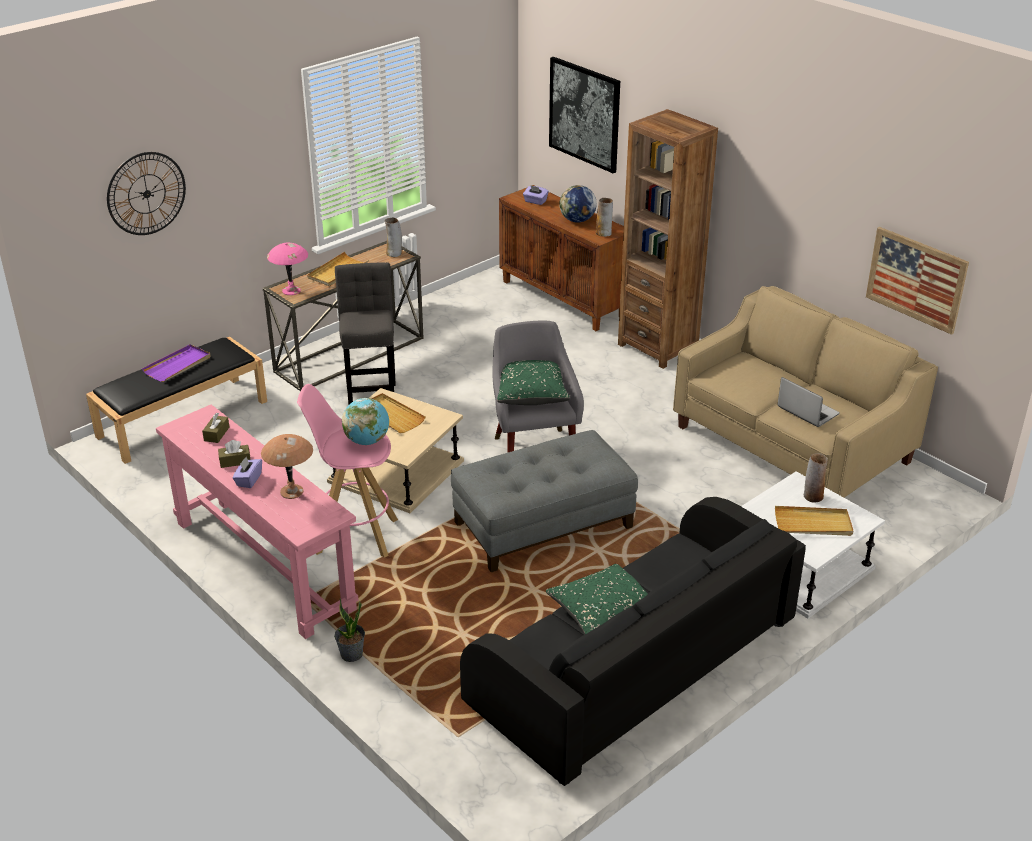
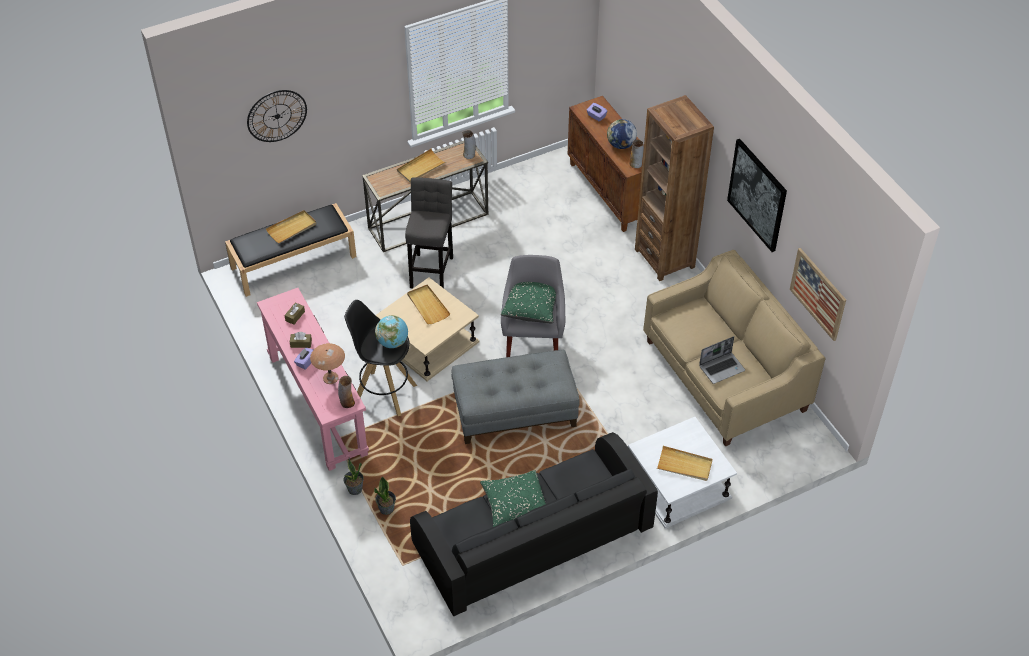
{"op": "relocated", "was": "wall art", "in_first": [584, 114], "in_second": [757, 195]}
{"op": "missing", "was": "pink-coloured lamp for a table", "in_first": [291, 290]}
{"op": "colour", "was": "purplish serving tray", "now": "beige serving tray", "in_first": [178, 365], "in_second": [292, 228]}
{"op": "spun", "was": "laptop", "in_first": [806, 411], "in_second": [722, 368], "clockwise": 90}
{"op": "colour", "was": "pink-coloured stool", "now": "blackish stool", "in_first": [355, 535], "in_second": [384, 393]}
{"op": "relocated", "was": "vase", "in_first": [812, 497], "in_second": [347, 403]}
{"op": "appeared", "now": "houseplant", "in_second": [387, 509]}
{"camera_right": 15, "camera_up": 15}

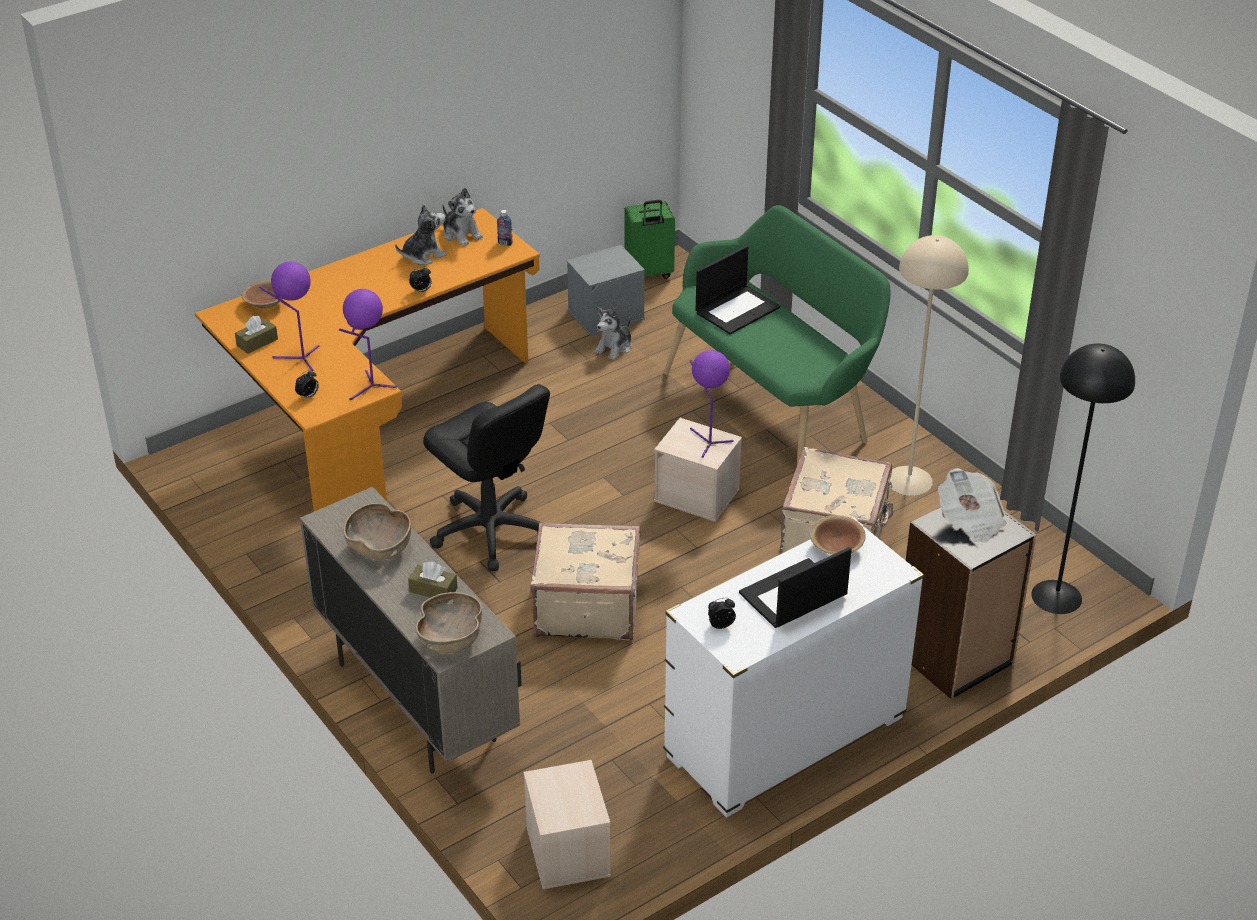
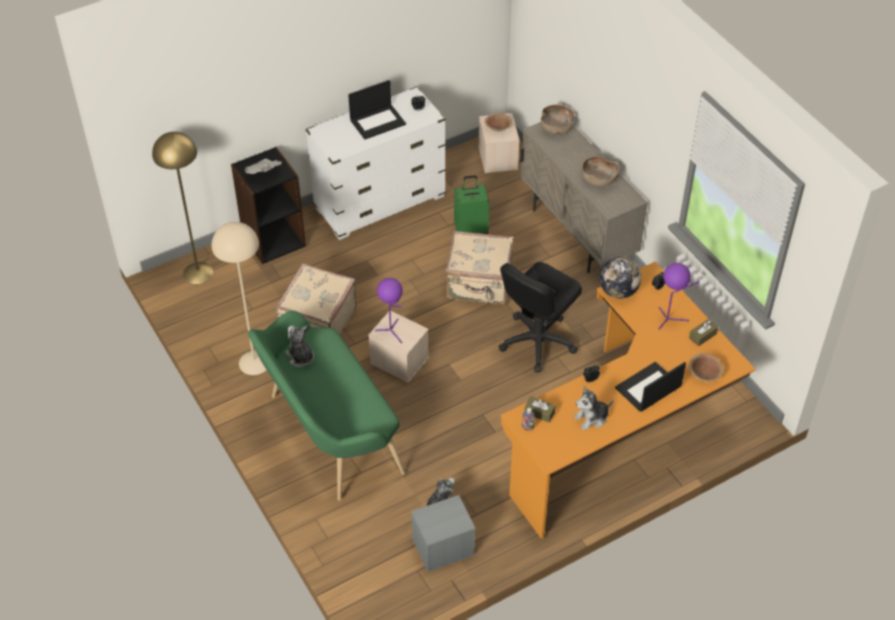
{"op": "relocated", "was": "plush toy", "in_first": [461, 234], "in_second": [300, 357]}
{"op": "relocated", "was": "green travel case", "in_first": [648, 274], "in_second": [471, 229]}
{"op": "relocated", "was": "laptop", "in_first": [737, 309], "in_second": [648, 388]}
{"op": "exchanged", "was": "purplish lamp for a table", "now": "globe", "in_first": [369, 387], "in_second": [618, 291]}
{"op": "colour", "was": "blackish standard lamp", "now": "yellow-coloured standard lamp", "in_first": [1056, 596], "in_second": [198, 273]}
{"op": "spun", "was": "blackish computer chair", "in_first": [490, 531], "in_second": [537, 341], "clockwise": -105}
{"op": "relocated", "was": "brown-coloured serving bowl", "in_first": [836, 546], "in_second": [498, 127]}
{"op": "relocated", "was": "brown-coloured tissue holder", "in_first": [433, 590], "in_second": [539, 412]}
{"camera_right": -175, "camera_up": 10}

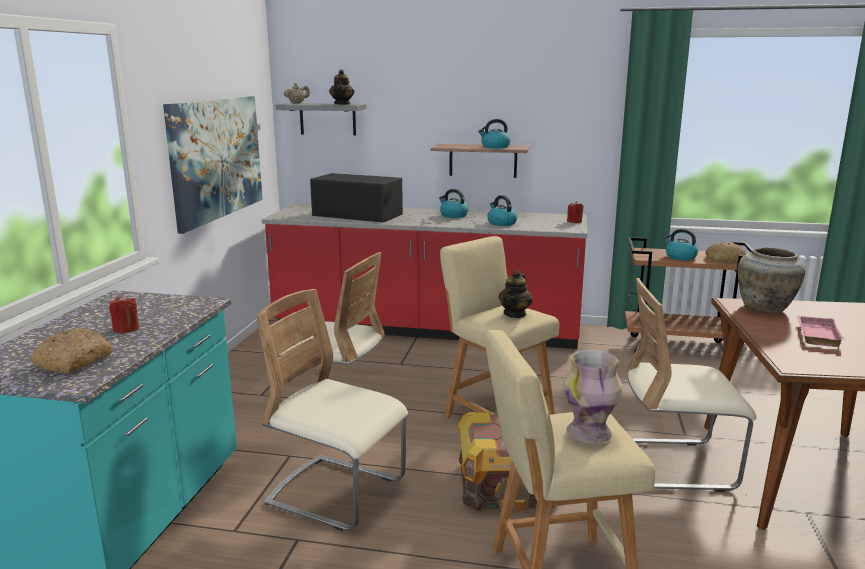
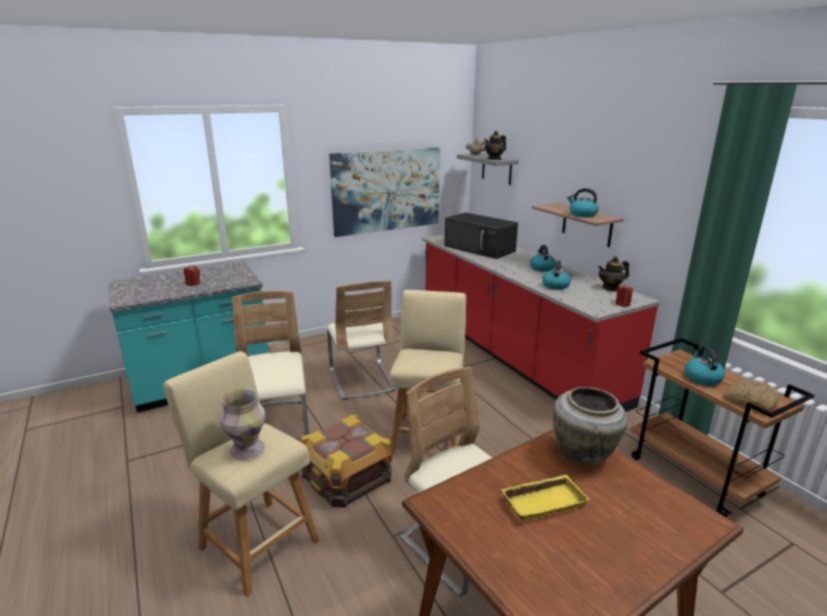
{"op": "spun", "was": "blackish microwave", "in_first": [356, 215], "in_second": [480, 249], "clockwise": 150}
{"op": "relocated", "was": "teapot", "in_first": [515, 314], "in_second": [611, 288]}
{"op": "colour", "was": "pink-coloured serving tray", "now": "yellow-coloured serving tray", "in_first": [815, 335], "in_second": [543, 500]}
{"op": "missing", "was": "bread", "in_first": [74, 361]}
{"camera_right": 50, "camera_up": 5}

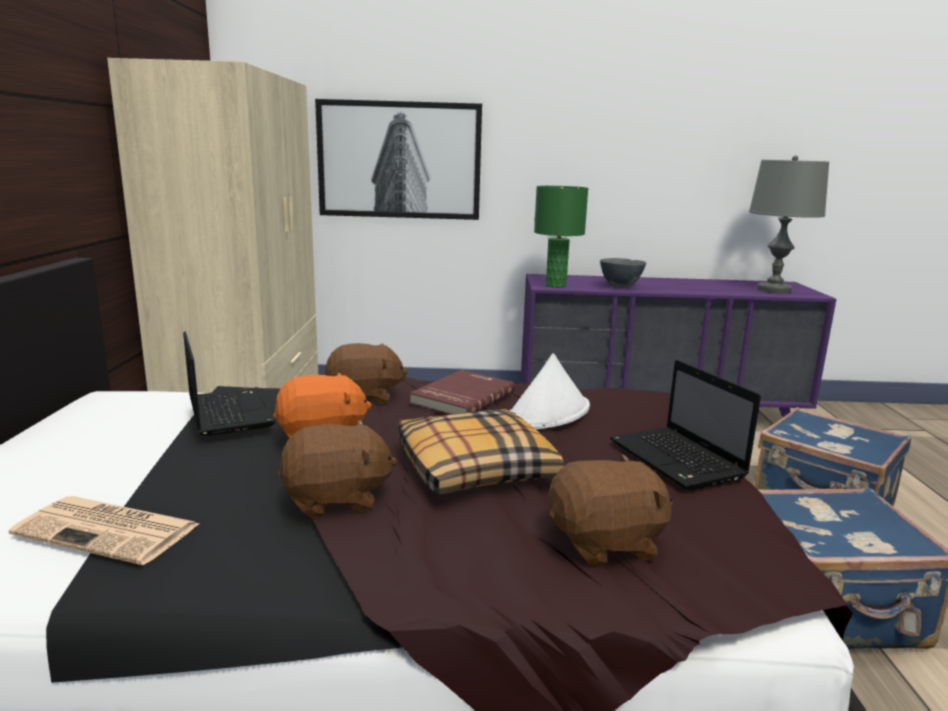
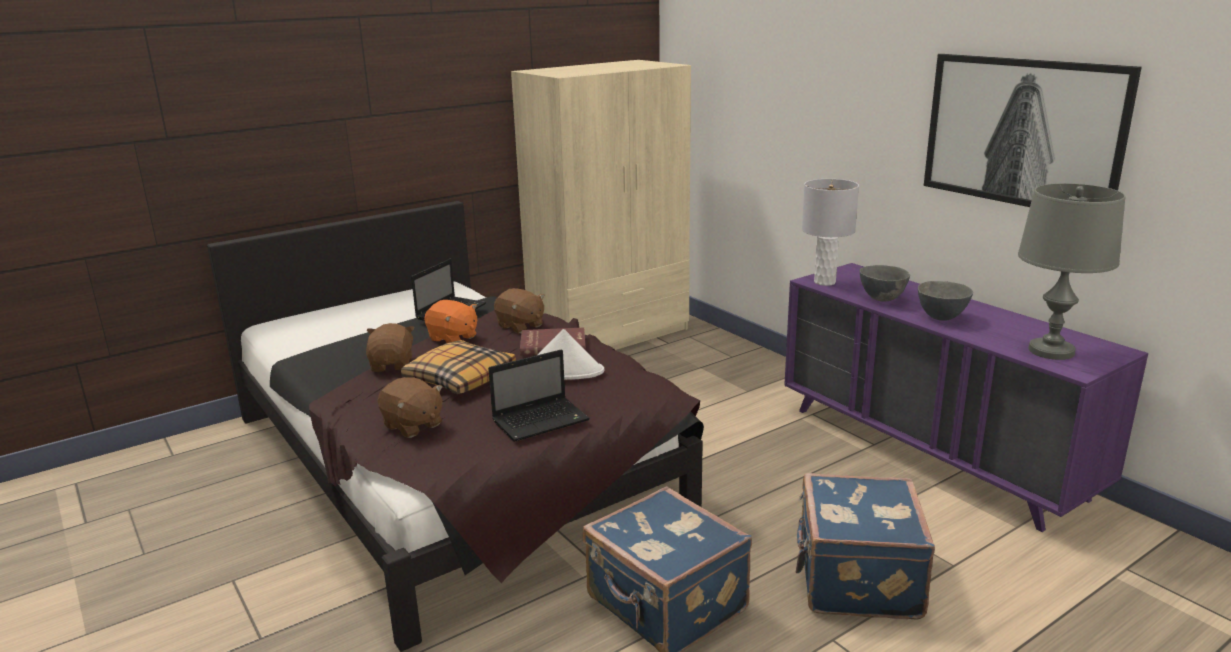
{"op": "relocated", "was": "wall art", "in_first": [399, 160], "in_second": [1021, 132]}
{"op": "colour", "was": "green lamp for a table", "now": "grey lamp for a table", "in_first": [555, 285], "in_second": [824, 282]}
{"op": "spun", "was": "laptop", "in_first": [678, 460], "in_second": [542, 420], "clockwise": -150}
{"op": "spun", "was": "brown-coloured plush toy", "in_first": [336, 499], "in_second": [392, 365], "clockwise": -135}
{"op": "missing", "was": "printed paper", "in_first": [110, 530]}
{"op": "appeared", "now": "grey serving bowl", "in_second": [941, 318]}
{"camera_right": 55, "camera_up": 5}

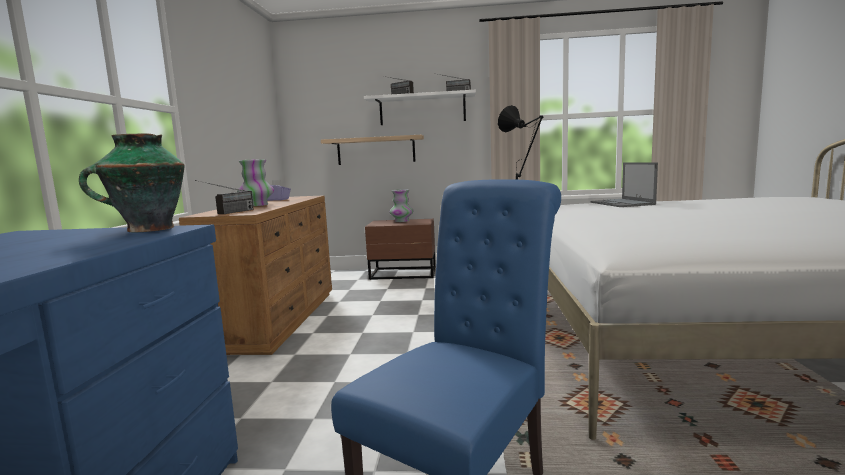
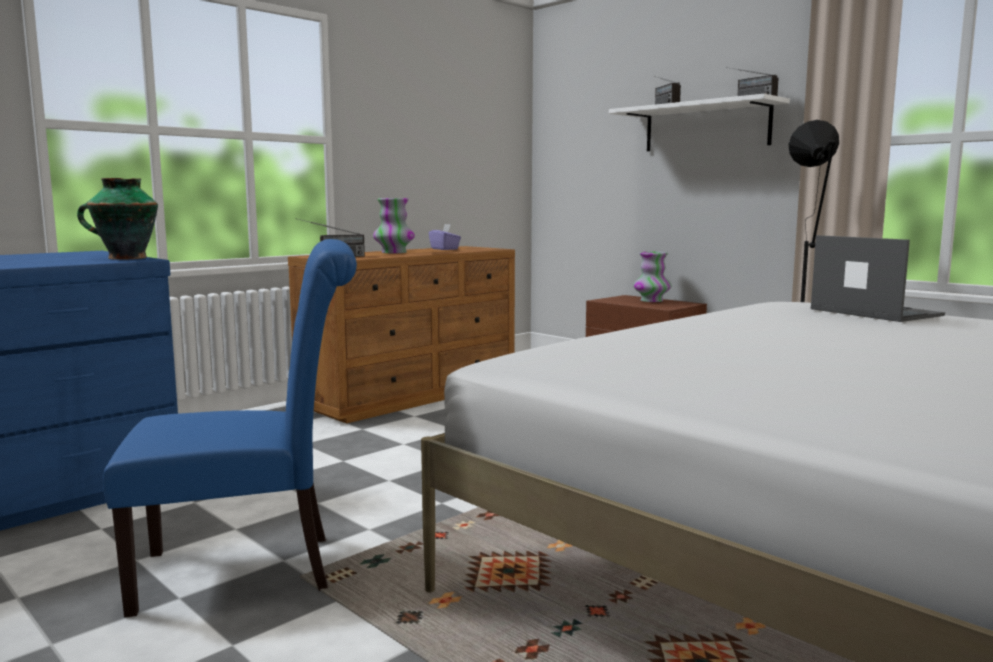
{"op": "missing", "was": "bracket shelf", "in_first": [376, 150]}
{"op": "spun", "was": "laptop", "in_first": [622, 203], "in_second": [873, 312], "clockwise": 120}
{"camera_right": 40, "camera_up": 0}

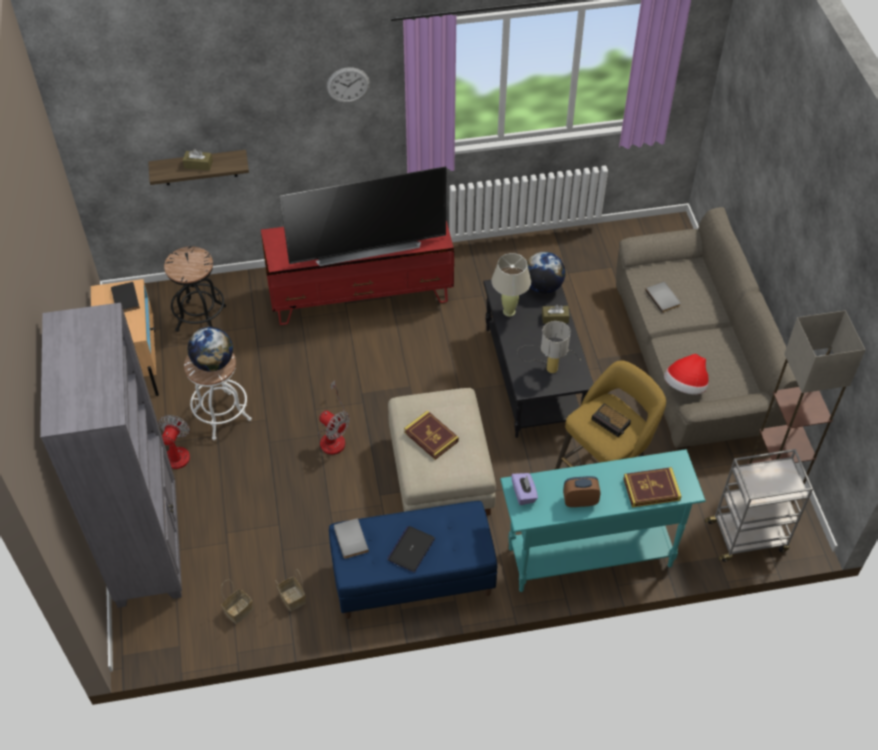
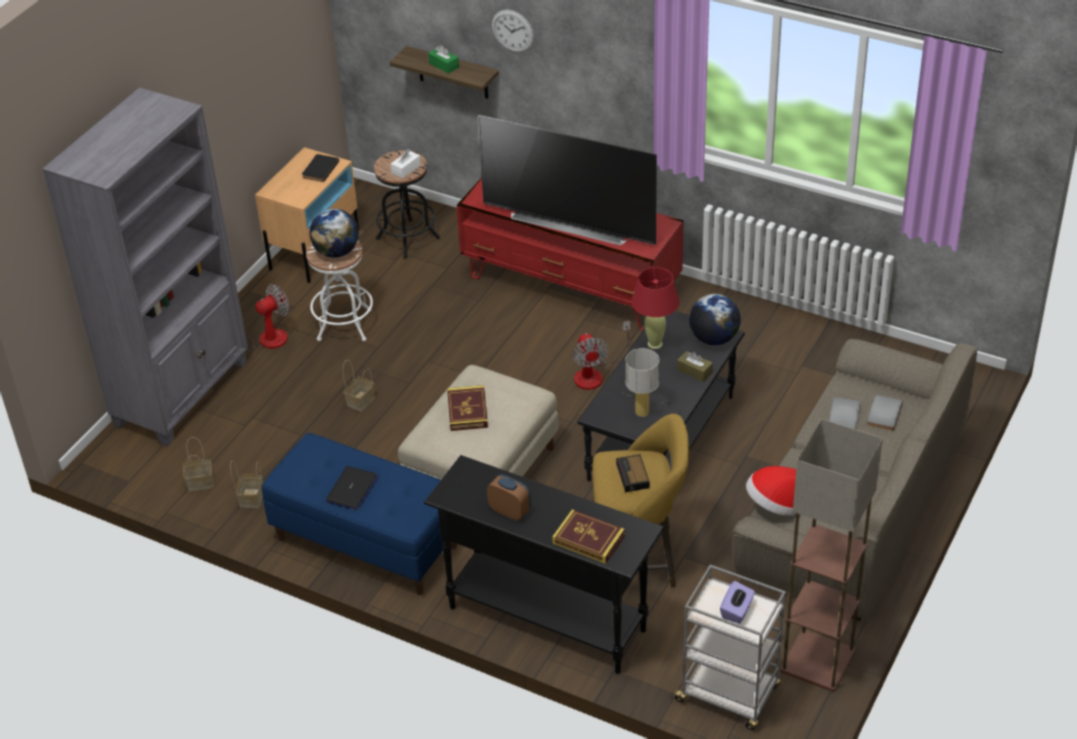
{"op": "relocated", "was": "hanging clock", "in_first": [348, 85], "in_second": [512, 31]}
{"op": "colour", "was": "brown-coloured tissue holder", "now": "green tissue holder", "in_first": [198, 165], "in_second": [444, 65]}
{"op": "colour", "was": "beige lamp for a table", "now": "reddish lamp for a table", "in_first": [509, 311], "in_second": [655, 344]}
{"op": "relocated", "was": "fan", "in_first": [333, 436], "in_second": [595, 373]}
{"op": "colour", "was": "turquoise-coloured console table", "now": "blackish console table", "in_first": [589, 556], "in_second": [546, 618]}
{"op": "relocated", "was": "purplish tissue holder", "in_first": [524, 494], "in_second": [737, 611]}
{"op": "relocated", "was": "grey book", "in_first": [349, 539], "in_second": [882, 414]}
{"op": "spun", "was": "laptop", "in_first": [411, 549], "in_second": [352, 489], "clockwise": 135}
{"op": "appeared", "now": "white tissue holder", "in_second": [406, 169]}
{"op": "appeared", "now": "basket", "in_second": [361, 400]}
{"camera_right": 40, "camera_up": -10}

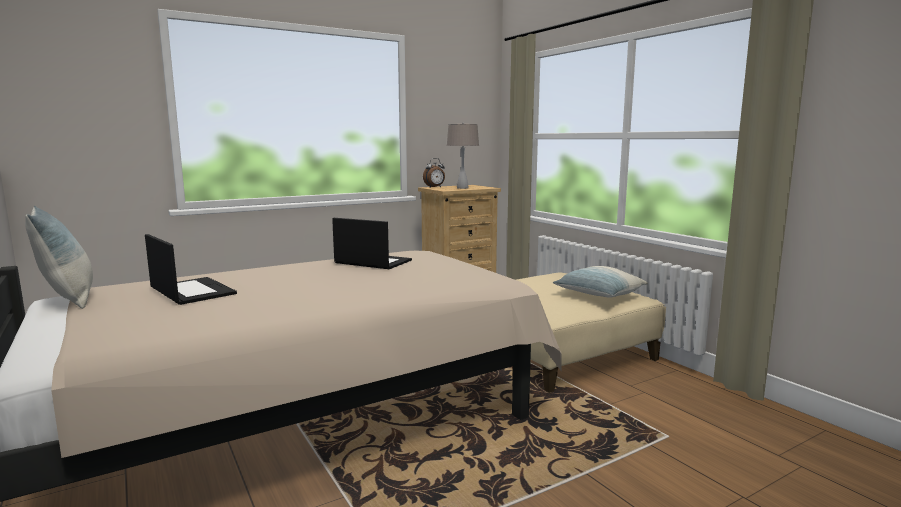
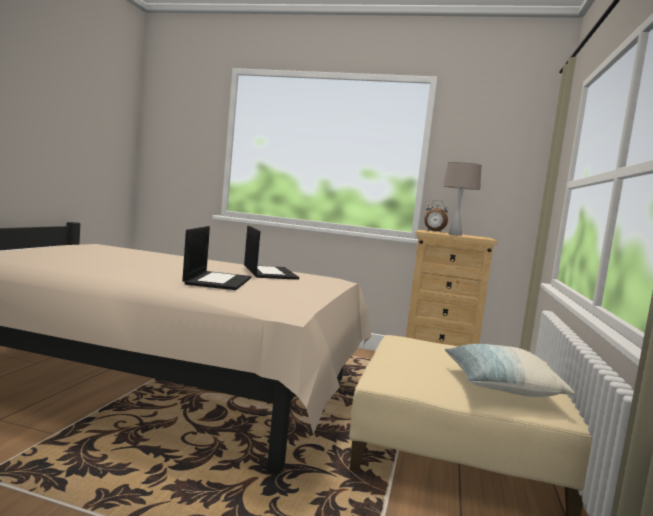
{"op": "missing", "was": "pillow", "in_first": [68, 299]}
{"op": "relocated", "was": "laptop", "in_first": [191, 291], "in_second": [218, 281]}
{"camera_right": 45, "camera_up": -5}

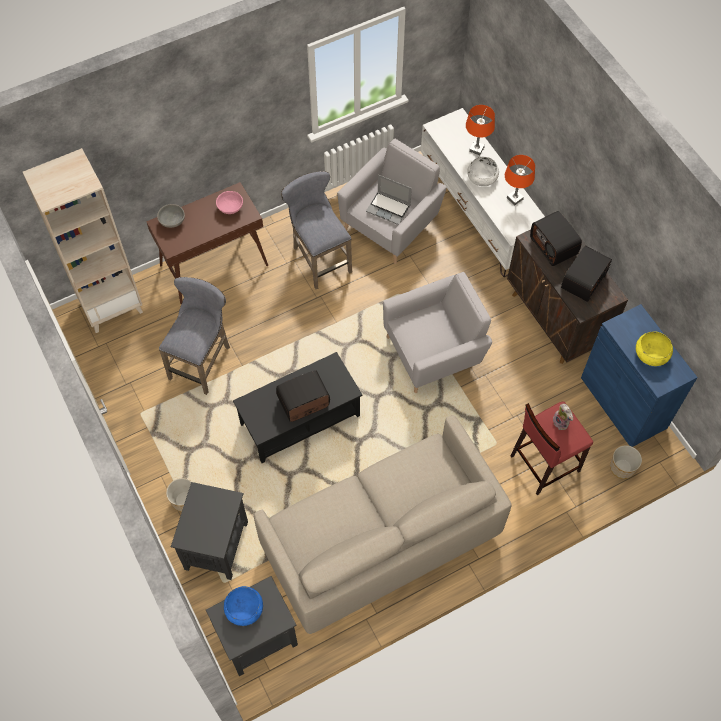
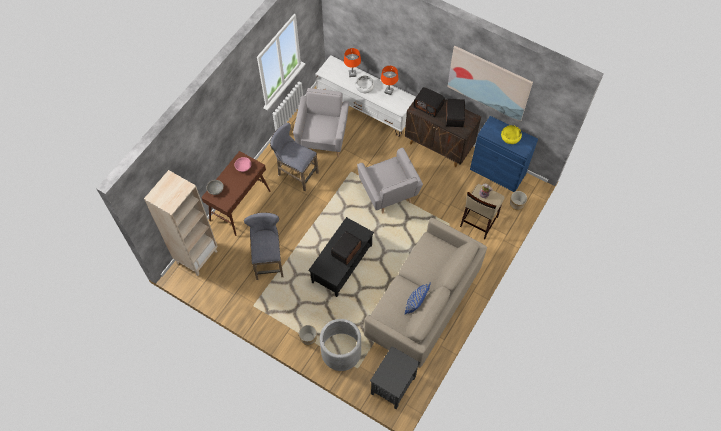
{"op": "missing", "was": "laptop", "in_first": [389, 208]}
{"op": "spun", "was": "grey armchair", "in_first": [434, 352], "in_second": [388, 193], "clockwise": 120}
{"op": "colour", "was": "reddish stool", "now": "beige stool", "in_first": [544, 463], "in_second": [478, 221]}
{"op": "exchanged", "was": "blackish end table", "now": "grey flower pot", "in_first": [216, 546], "in_second": [341, 352]}
{"op": "missing", "was": "blue serving bowl", "in_first": [244, 608]}
{"op": "appeared", "now": "wall art", "in_second": [488, 83]}
{"op": "appeared", "now": "blue pillow", "in_second": [415, 303]}
{"camera_right": -30, "camera_up": 0}

